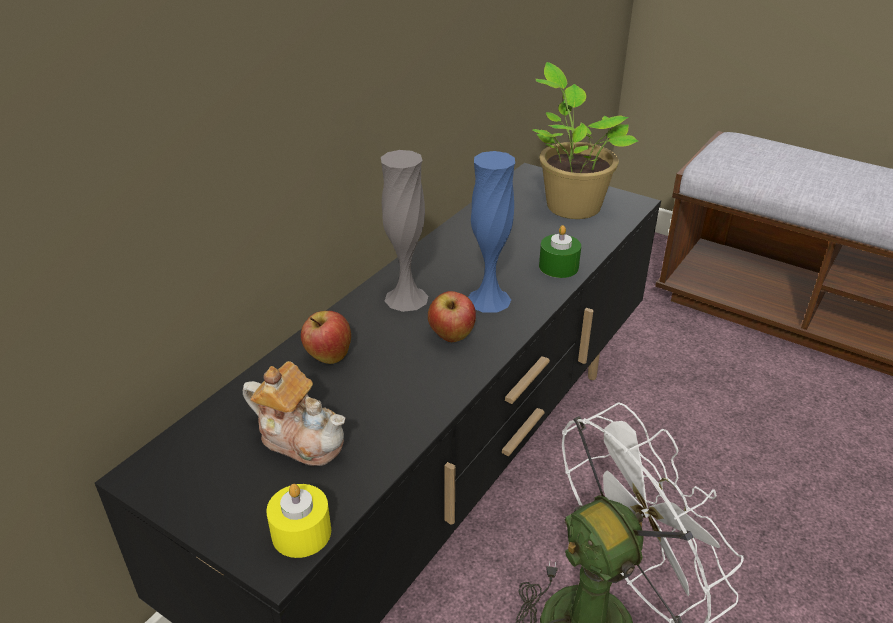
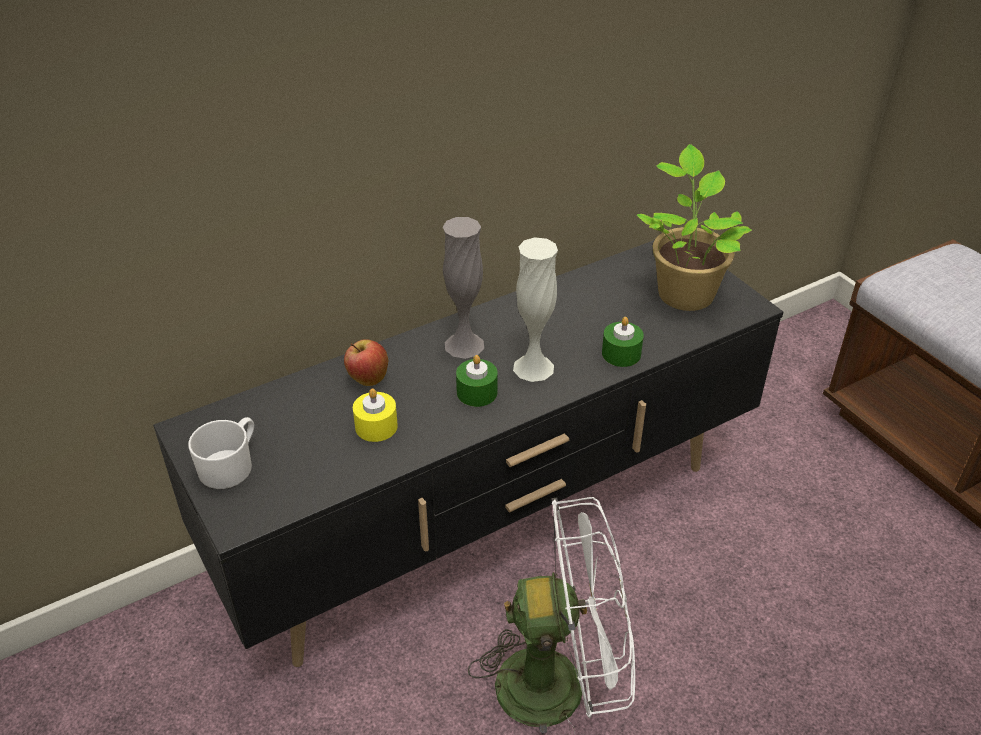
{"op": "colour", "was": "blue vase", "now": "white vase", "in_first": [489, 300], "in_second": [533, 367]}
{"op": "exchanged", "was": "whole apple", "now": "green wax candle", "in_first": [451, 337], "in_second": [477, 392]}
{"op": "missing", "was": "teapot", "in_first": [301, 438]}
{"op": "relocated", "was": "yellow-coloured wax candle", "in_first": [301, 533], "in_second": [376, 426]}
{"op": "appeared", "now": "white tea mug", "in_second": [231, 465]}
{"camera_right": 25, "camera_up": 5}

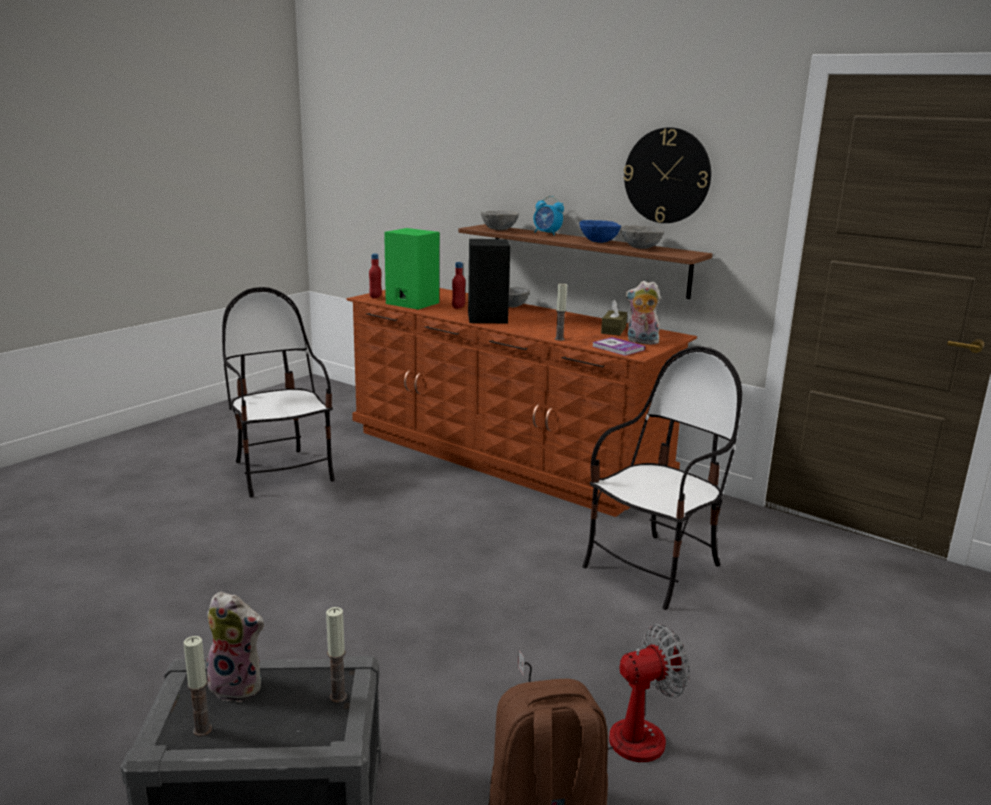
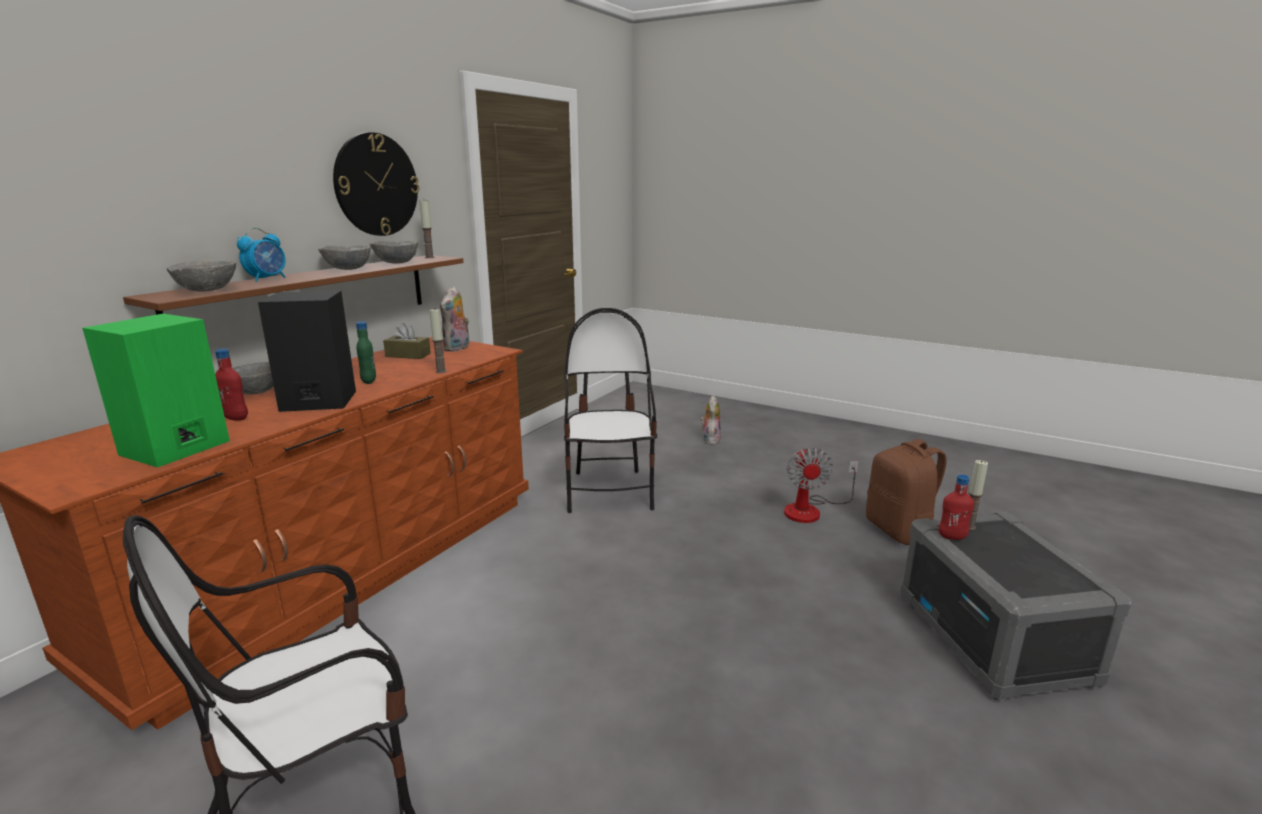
{"op": "colour", "was": "blue serving bowl", "now": "grey serving bowl", "in_first": [598, 242], "in_second": [347, 269]}
{"op": "relocated", "was": "reddish bottle", "in_first": [375, 297], "in_second": [952, 537]}
{"op": "missing", "was": "book", "in_first": [618, 348]}
{"op": "spun", "was": "plain chair", "in_first": [654, 569], "in_second": [610, 492], "clockwise": 45}
{"op": "relocated", "was": "plush toy", "in_first": [239, 685], "in_second": [710, 439]}
{"op": "spun", "was": "fan", "in_first": [616, 733], "in_second": [811, 510], "clockwise": -150}
{"op": "relocated", "was": "wax candle", "in_first": [202, 730], "in_second": [429, 257]}
{"op": "appeared", "now": "green bottle", "in_second": [369, 381]}
{"camera_right": -95, "camera_up": 0}

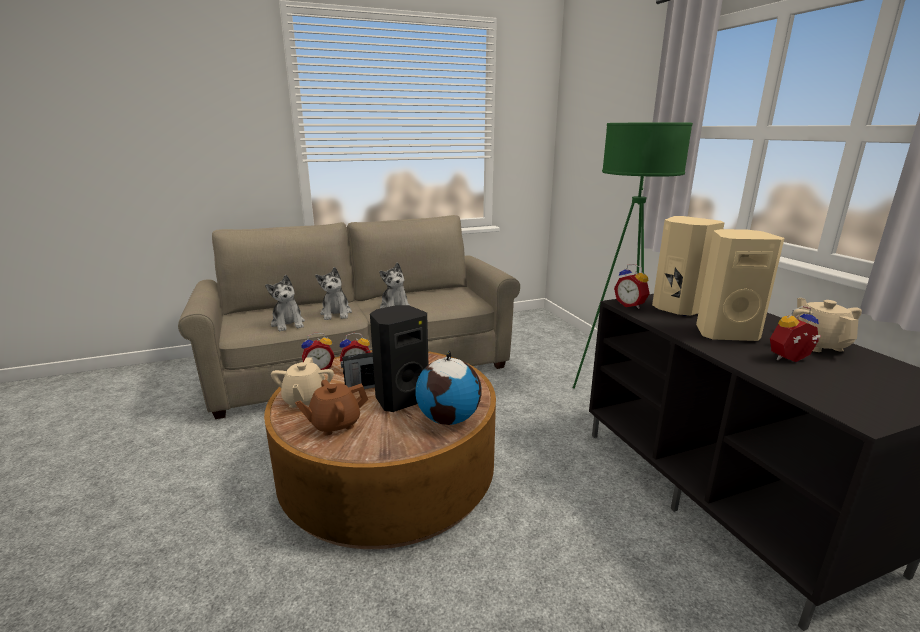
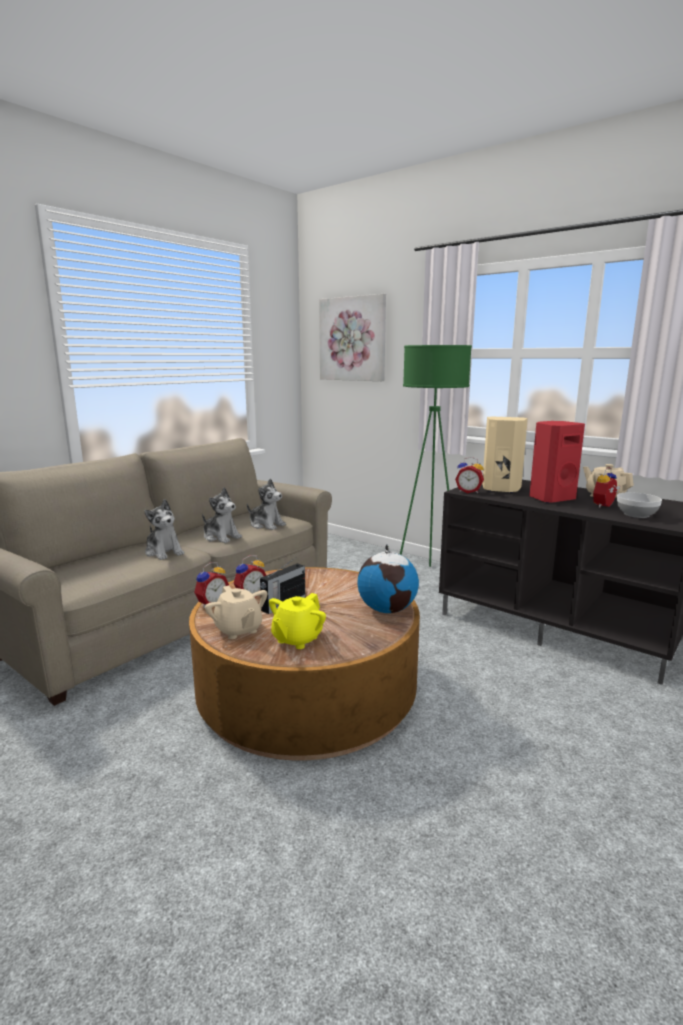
{"op": "colour", "was": "beige loudspeaker", "now": "reddish loudspeaker", "in_first": [724, 333], "in_second": [550, 498]}
{"op": "relocated", "was": "plush toy", "in_first": [288, 323], "in_second": [266, 525]}
{"op": "missing", "was": "blackish loudspeaker", "in_first": [400, 399]}
{"op": "colour", "was": "brown-coloured teapot", "now": "yellow-coloured teapot", "in_first": [335, 424], "in_second": [297, 639]}
{"op": "appeared", "now": "wall art", "in_second": [353, 339]}
{"op": "appeared", "now": "serving bowl", "in_second": [636, 514]}
{"camera_right": -30, "camera_up": -5}

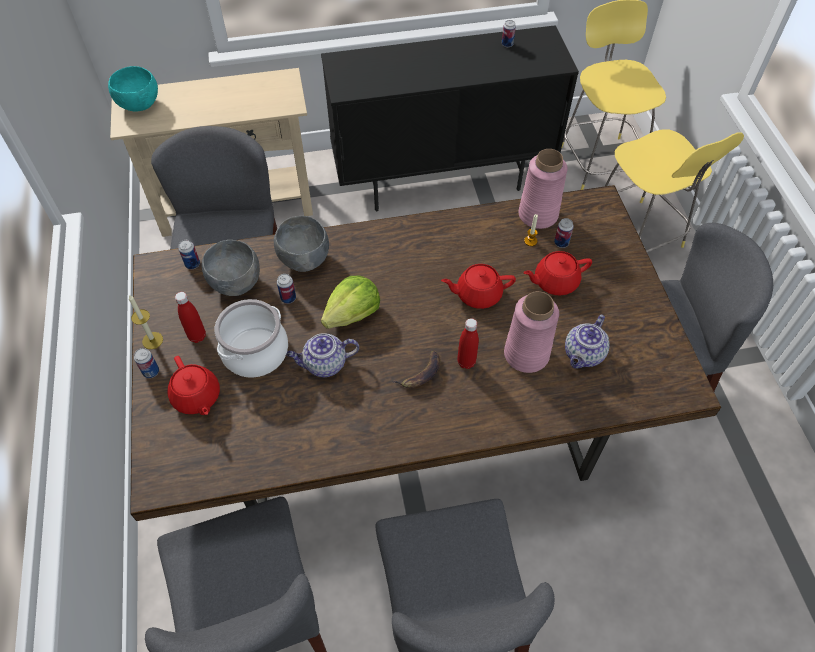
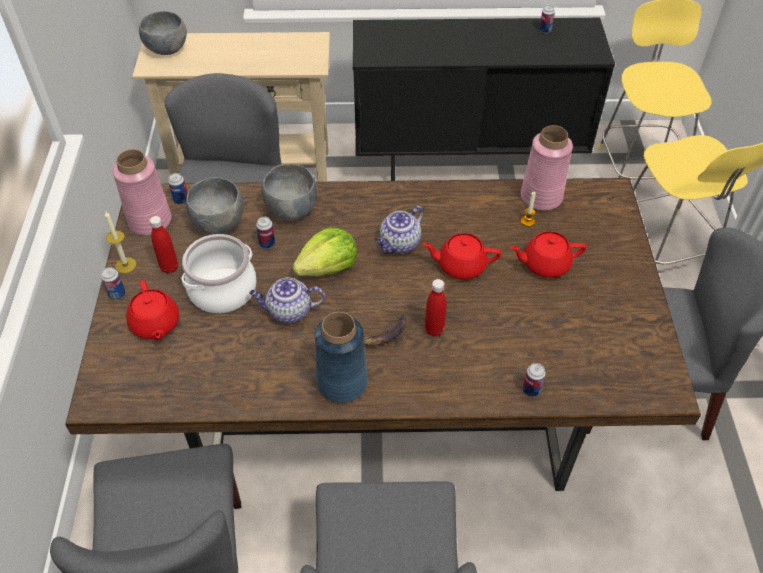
{"op": "colour", "was": "turquoise-coloured serving bowl", "now": "grey serving bowl", "in_first": [139, 104], "in_second": [166, 49]}
{"op": "relocated", "was": "can", "in_first": [561, 243], "in_second": [531, 390]}
{"op": "relocated", "was": "pink-coloured vase", "in_first": [526, 355], "in_second": [149, 221]}
{"op": "relocated", "was": "teapot", "in_first": [583, 355], "in_second": [399, 244]}
{"op": "appeared", "now": "blue vase", "in_second": [341, 382]}
{"camera_right": 10, "camera_up": -5}

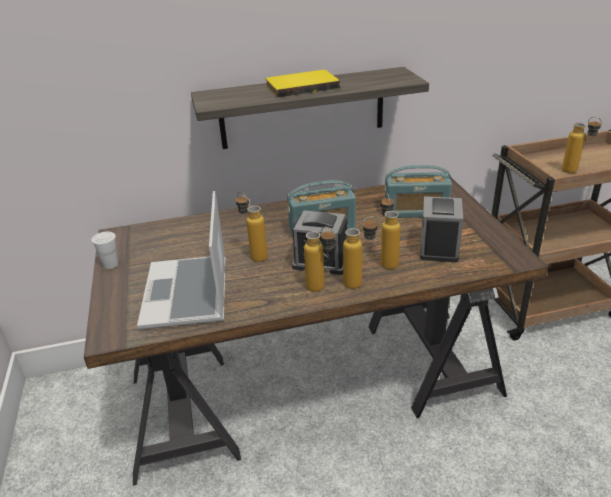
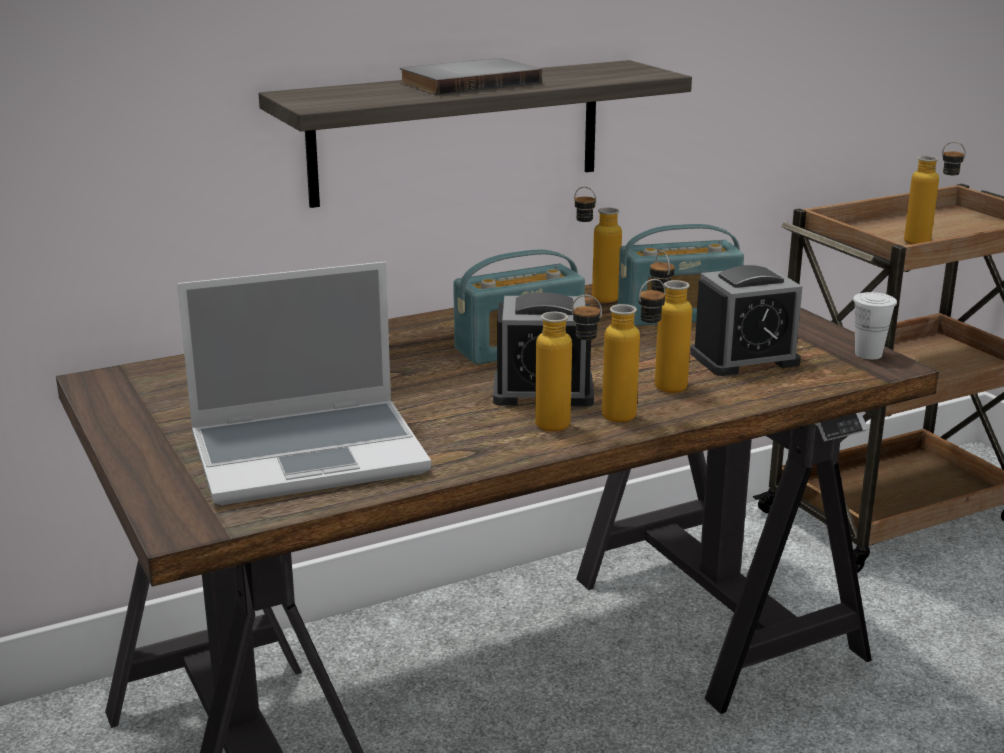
{"op": "colour", "was": "yellow-coloured book", "now": "grey book", "in_first": [301, 86], "in_second": [467, 82]}
{"op": "spun", "was": "laptop", "in_first": [188, 294], "in_second": [311, 453], "clockwise": -90}
{"op": "relocated", "was": "bottle", "in_first": [254, 255], "in_second": [595, 297]}
{"op": "spun", "was": "alarm clock", "in_first": [439, 247], "in_second": [744, 358], "clockwise": -105}
{"op": "relocated", "was": "white cup", "in_first": [111, 264], "in_second": [868, 354]}
{"camera_right": -15, "camera_up": -10}

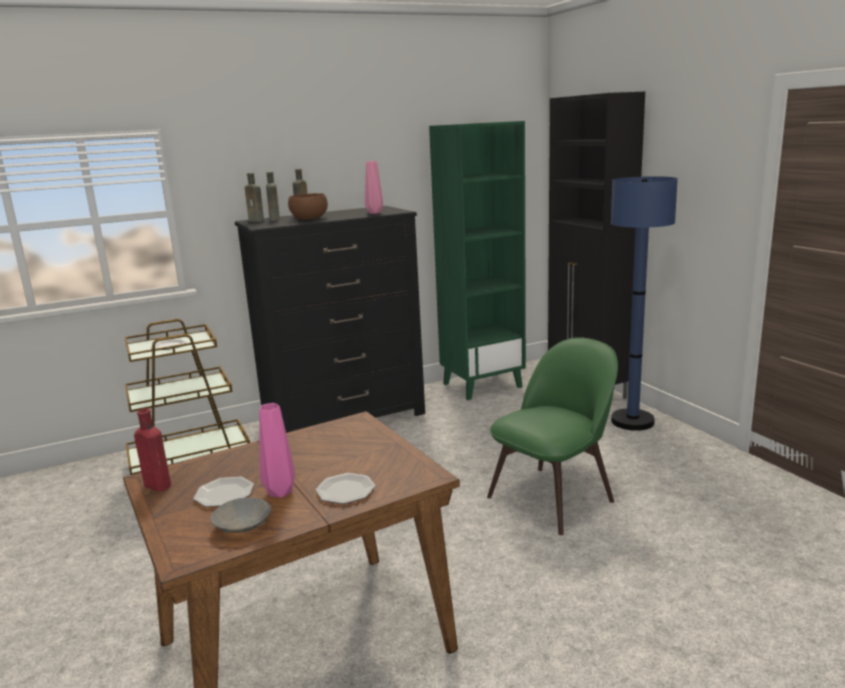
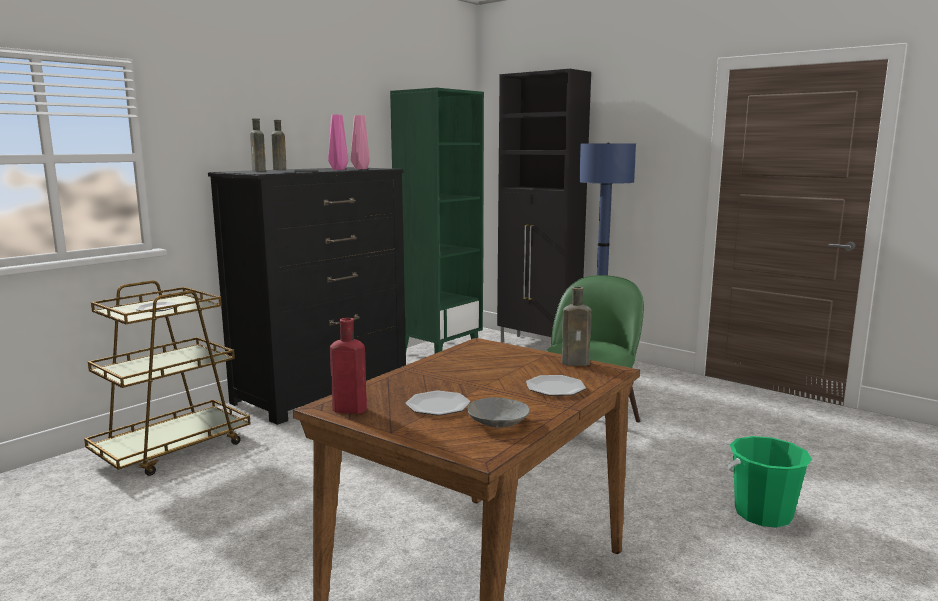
{"op": "relocated", "was": "brown-coloured bottle", "in_first": [257, 221], "in_second": [577, 363]}
{"op": "missing", "was": "brown-coloured serving bowl", "in_first": [309, 218]}
{"op": "relocated", "was": "pink-coloured vase", "in_first": [278, 492], "in_second": [338, 169]}
{"op": "appeared", "now": "green water bucket", "in_second": [763, 514]}
{"camera_right": -25, "camera_up": -5}

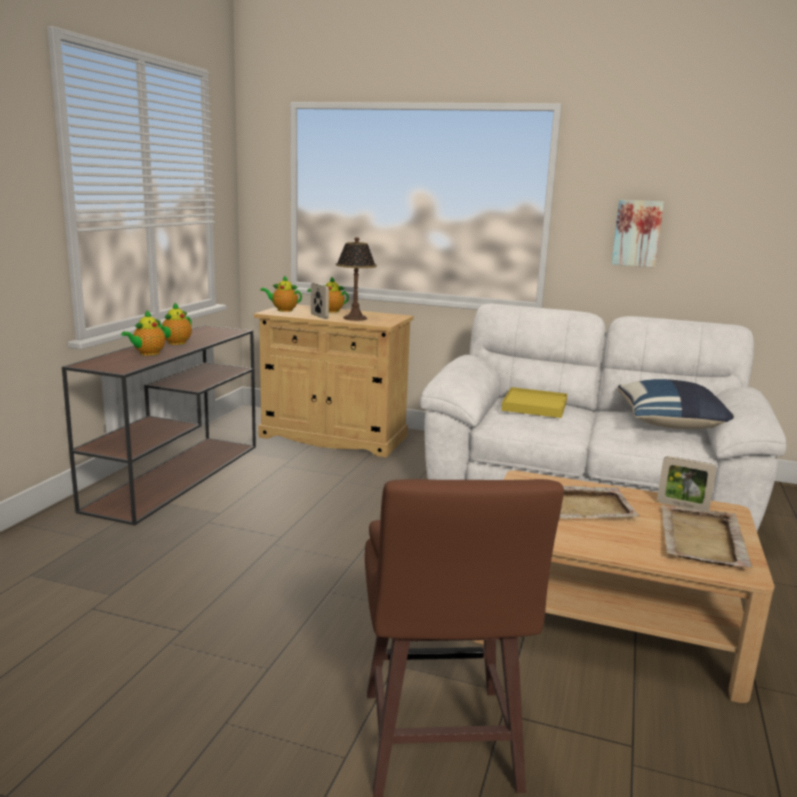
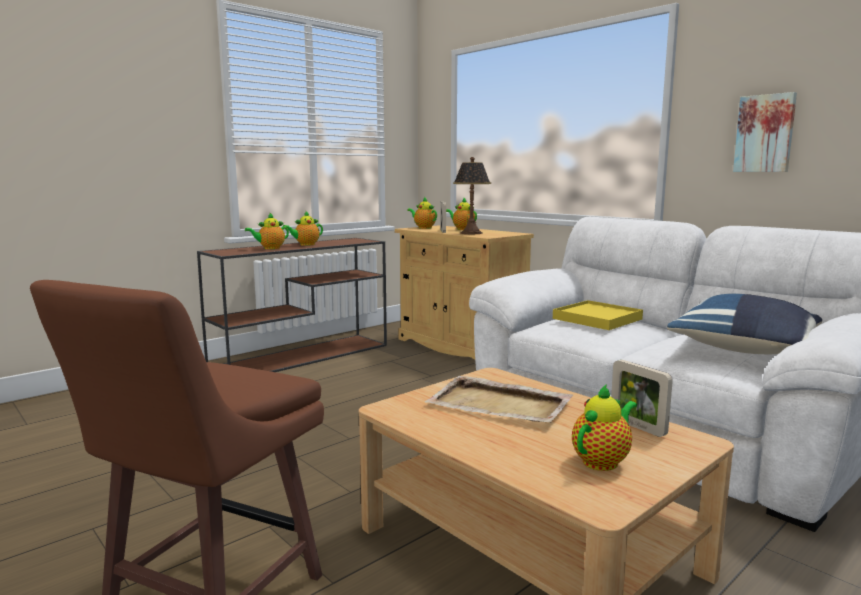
{"op": "exchanged", "was": "beige serving tray", "now": "teapot", "in_first": [701, 539], "in_second": [602, 461]}
{"camera_right": 30, "camera_up": -5}

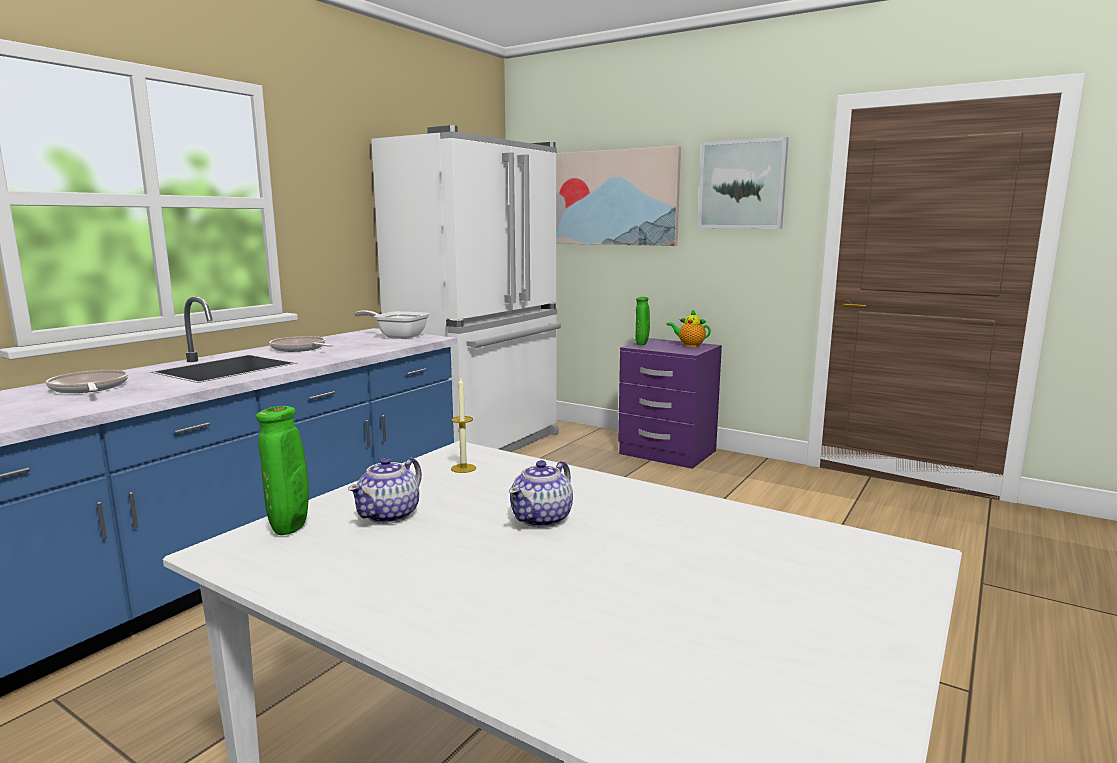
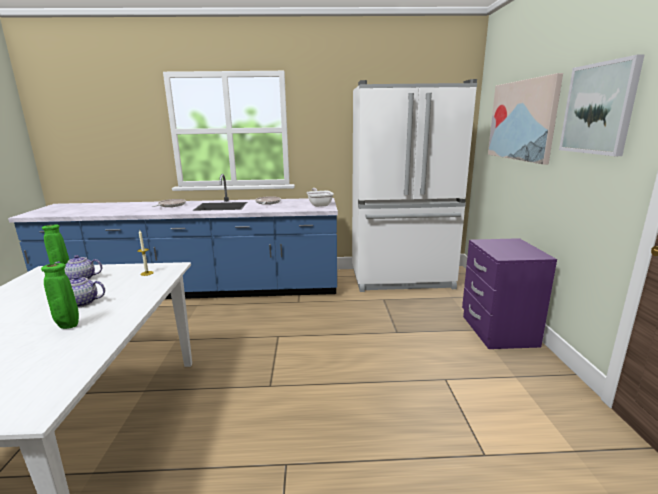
{"op": "relocated", "was": "green vase", "in_first": [642, 344], "in_second": [68, 327]}
{"op": "missing", "was": "teapot", "in_first": [689, 345]}
{"camera_right": 55, "camera_up": 5}

